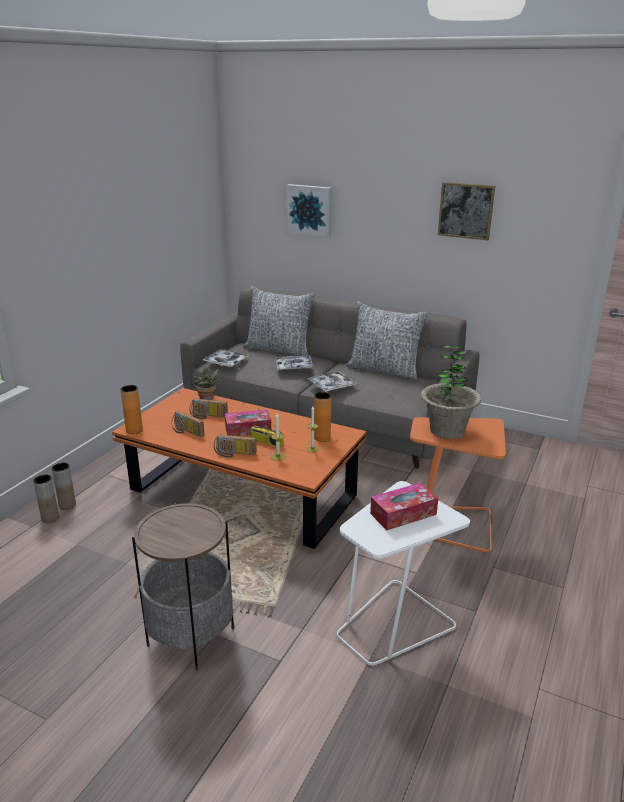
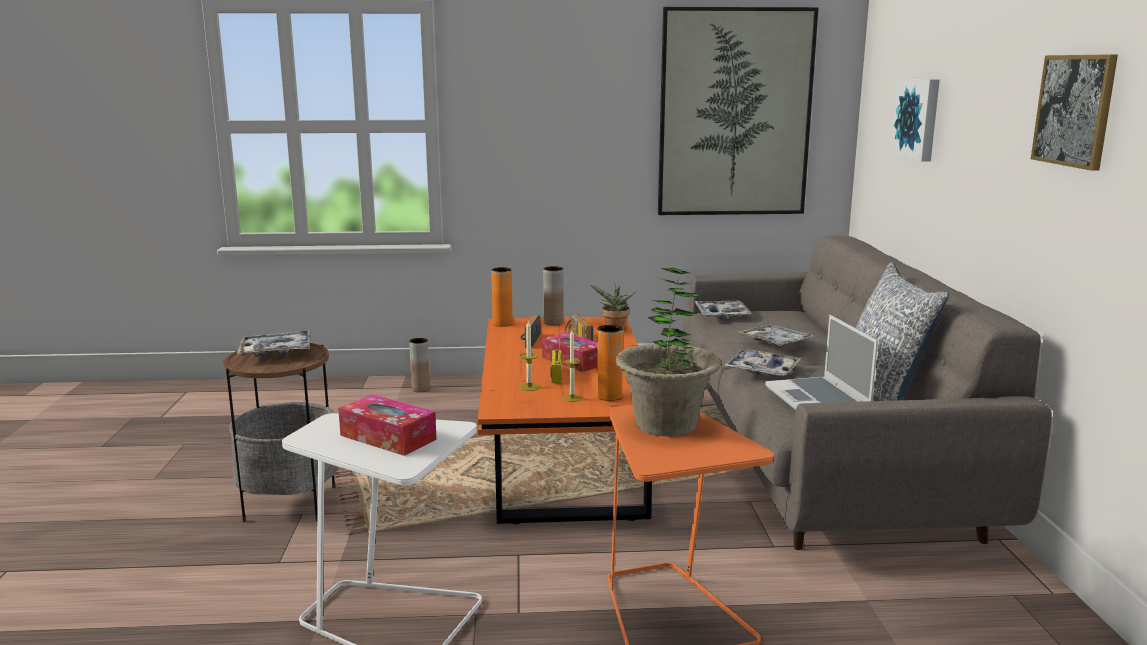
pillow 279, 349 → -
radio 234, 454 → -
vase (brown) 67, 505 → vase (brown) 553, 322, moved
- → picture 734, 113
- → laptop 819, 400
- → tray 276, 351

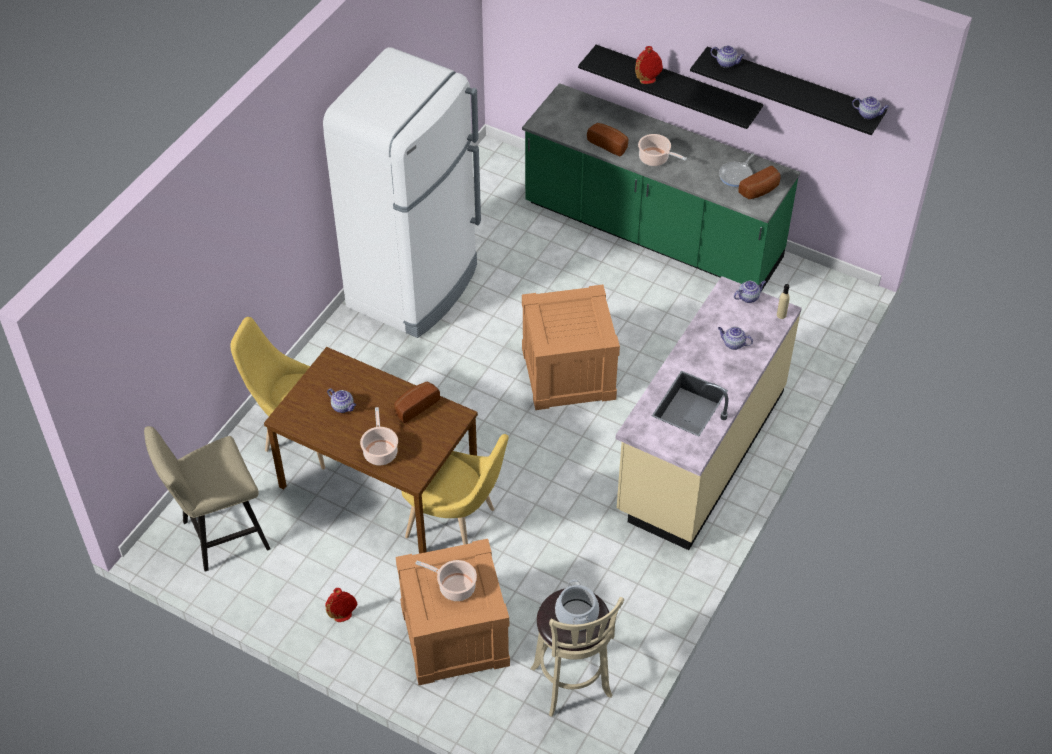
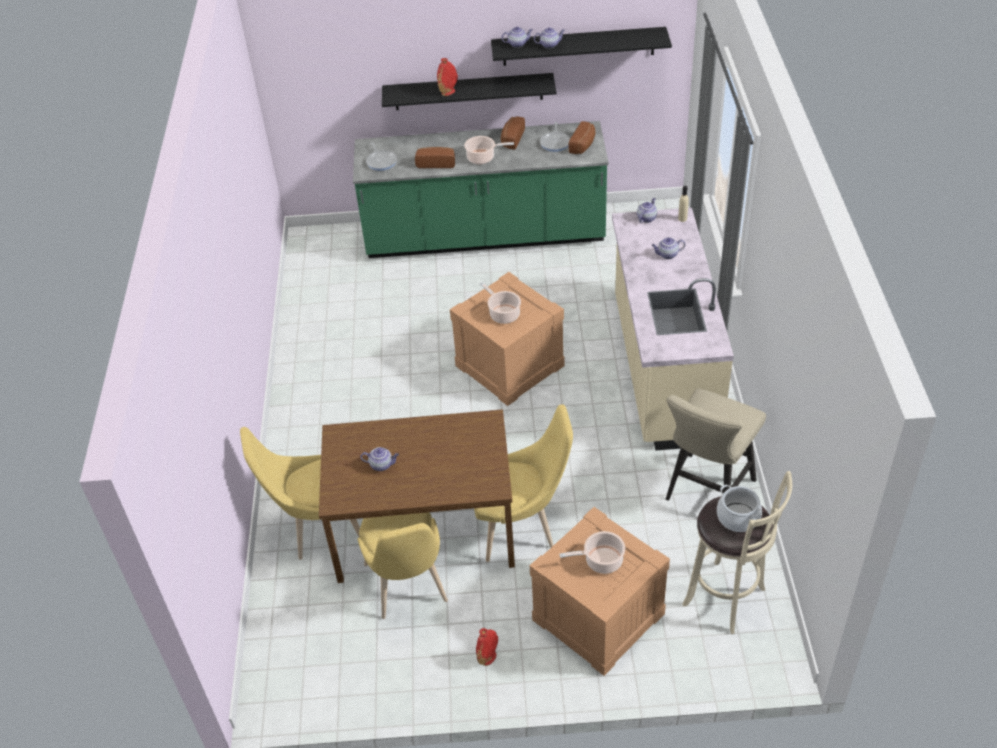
fridge (white) 414, 286 → -
teapot 868, 114 → teapot 549, 45, moved
bread 415, 406 → bread 511, 139, moved
cooking pot 380, 451 → cooking pot 503, 314, moved
stool (beige) 219, 536 → stool (beige) 706, 493, moved
- → frying pan 381, 161
- → chair (yellow) 408, 588

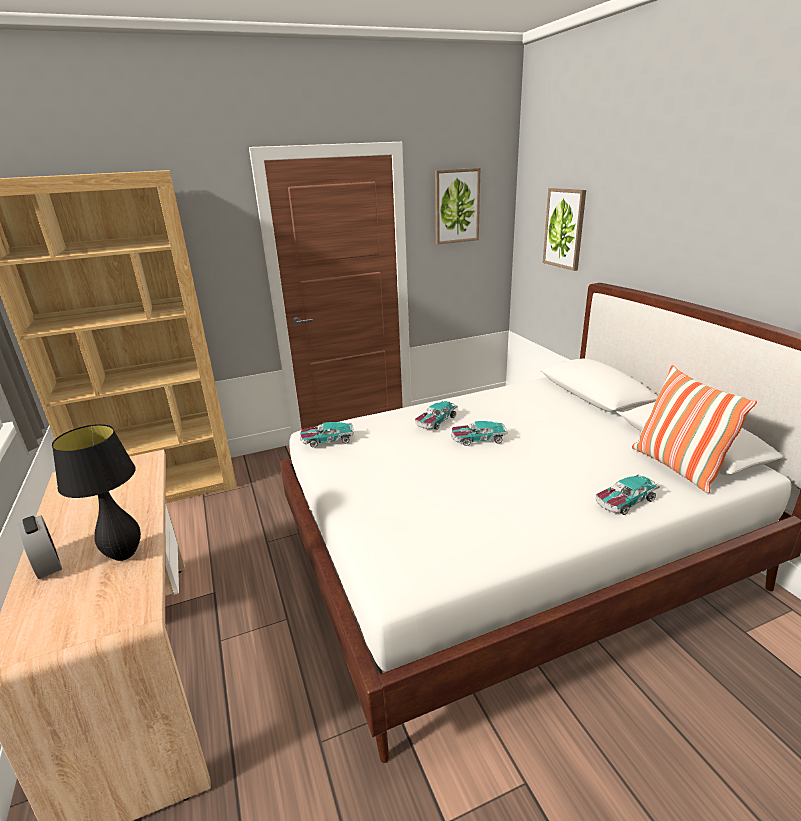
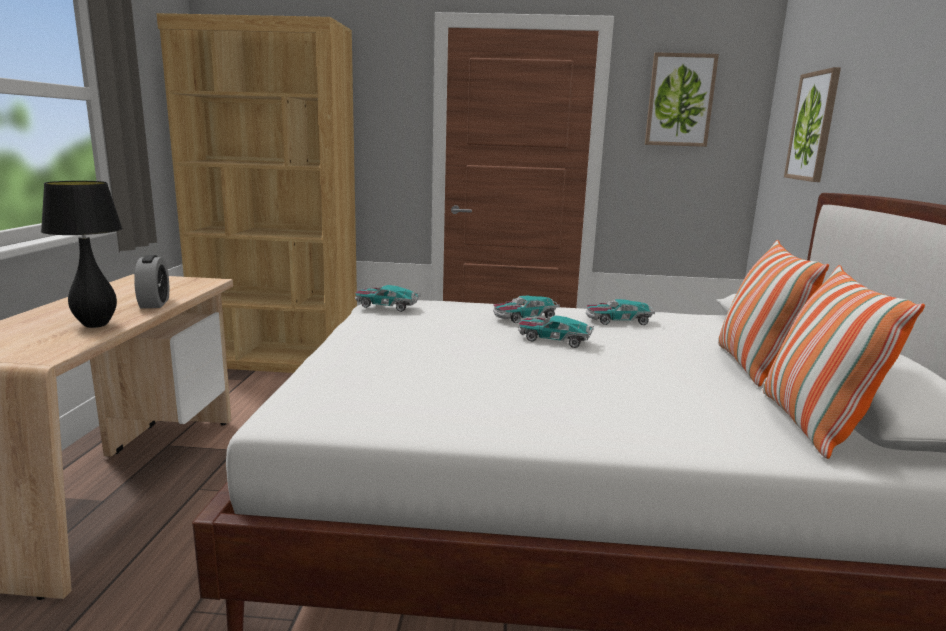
toy car 624, 501 → toy car 617, 320, moved
alarm clock 47, 564 → alarm clock 154, 303, moved
- → pillow 753, 366

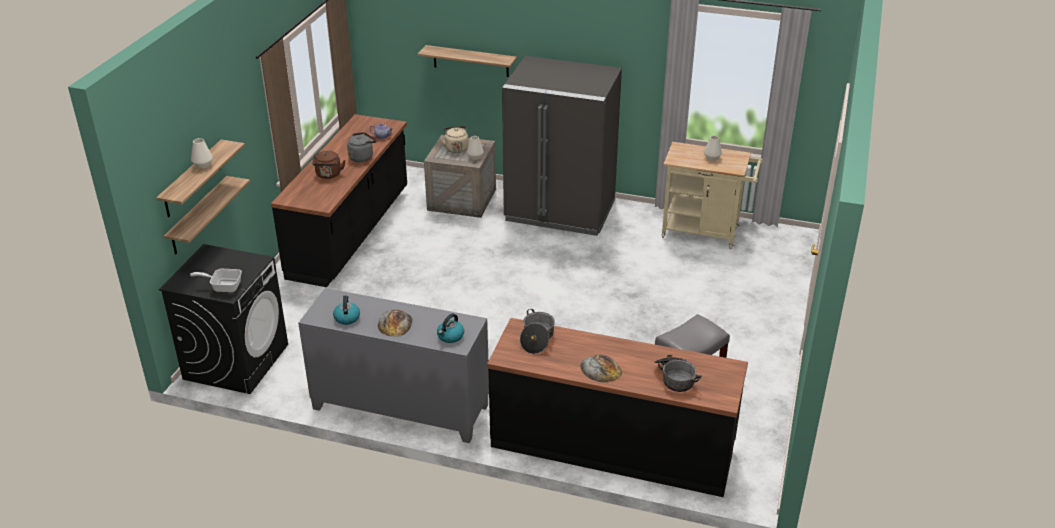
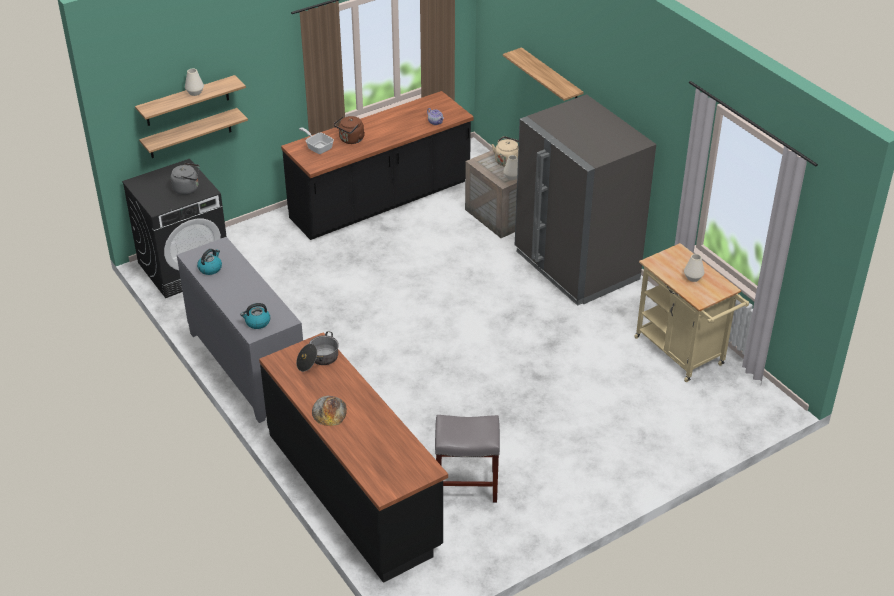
kettle (grey) 362, 157 → kettle (grey) 188, 189, moved
frying pan 223, 286 → frying pan 318, 147, moved
bread 395, 323 → -
cooking pot 675, 378 → -

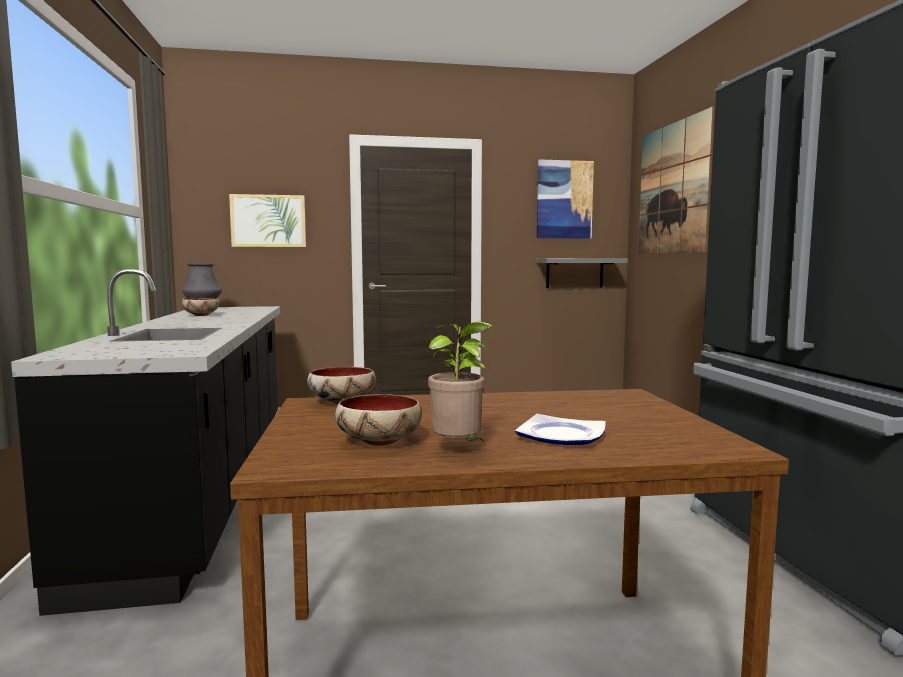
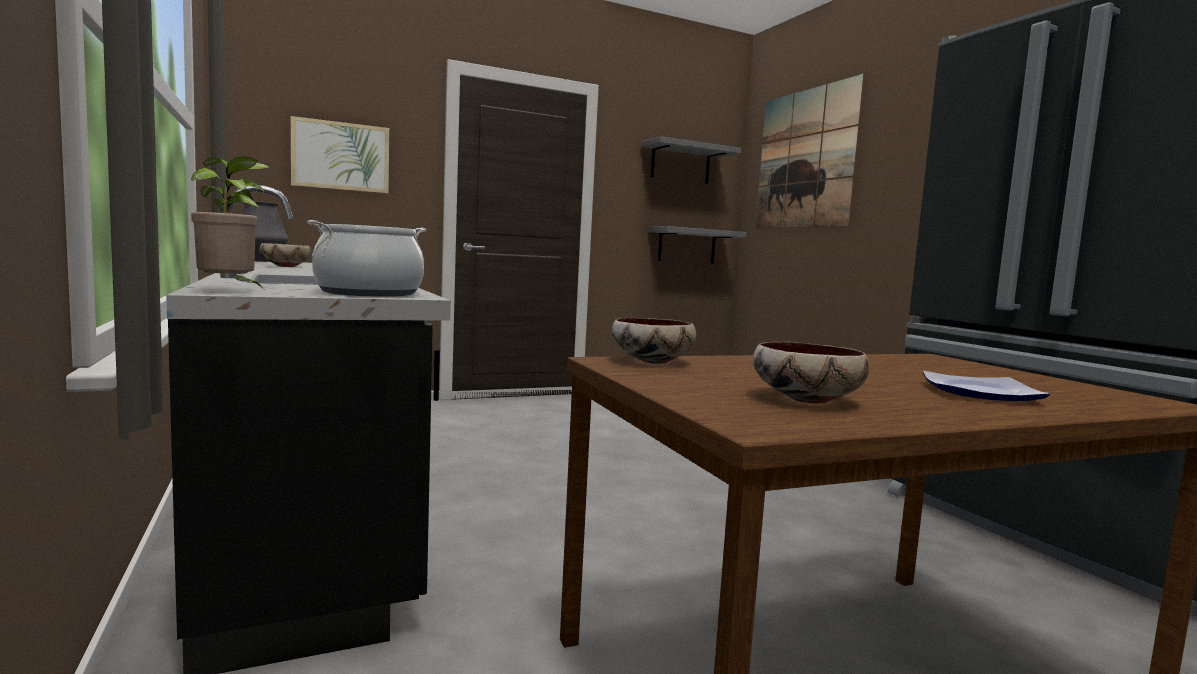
picture 564, 199 → shelf (grey) 680, 163
potted plant 460, 450 → potted plant 231, 291, moved
- → cooking pot 369, 293

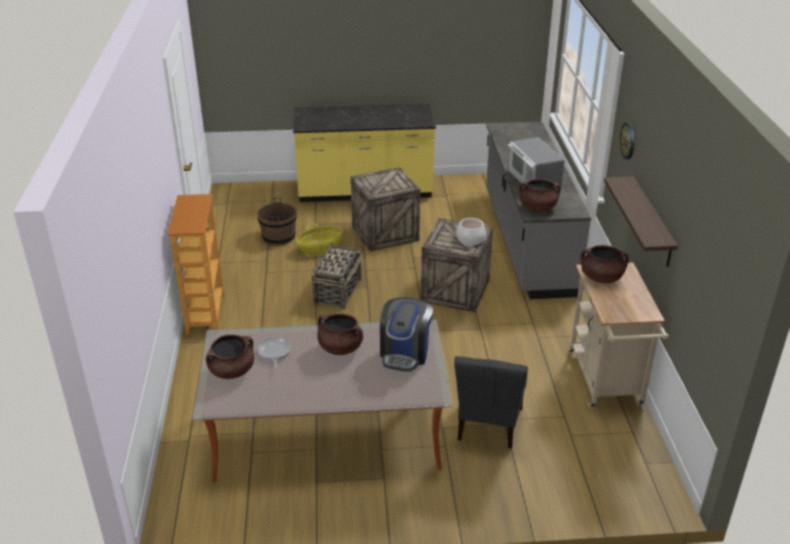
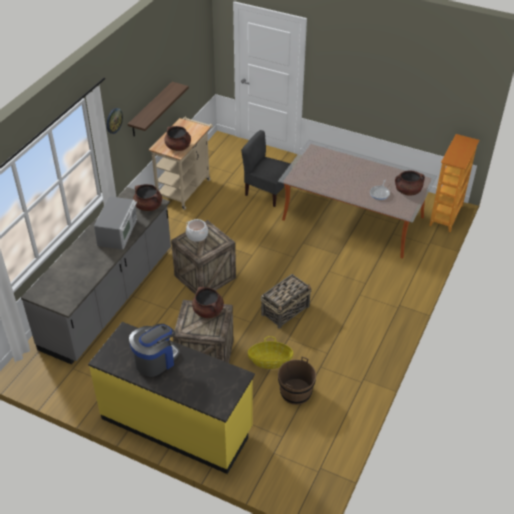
bookcase 204, 314 → bookcase 446, 216, moved
coffee machine 405, 352 → coffee machine 155, 360, moved
cooking pot (brown) 340, 348 → cooking pot (brown) 208, 311, moved
chair (grey) 488, 424 → chair (grey) 267, 192, 105 degrees counterclockwise

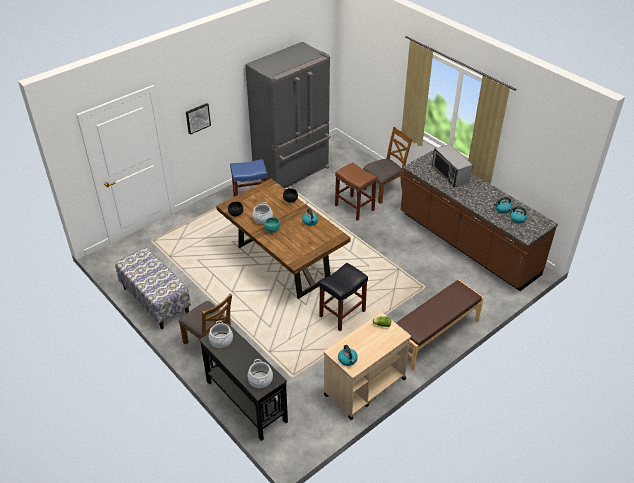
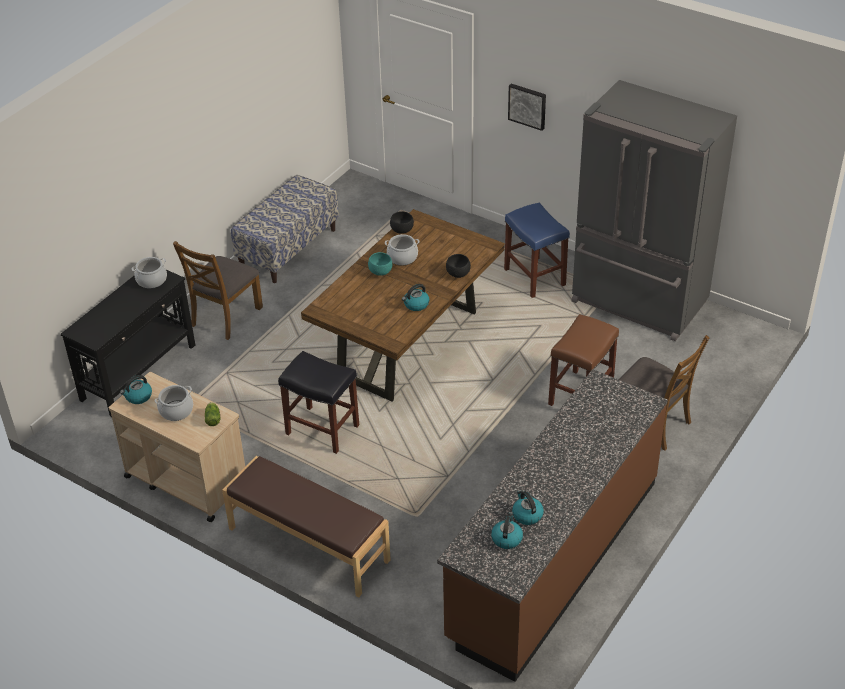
microwave 450, 174 → -
cooking pot 260, 379 → cooking pot 176, 411, moved

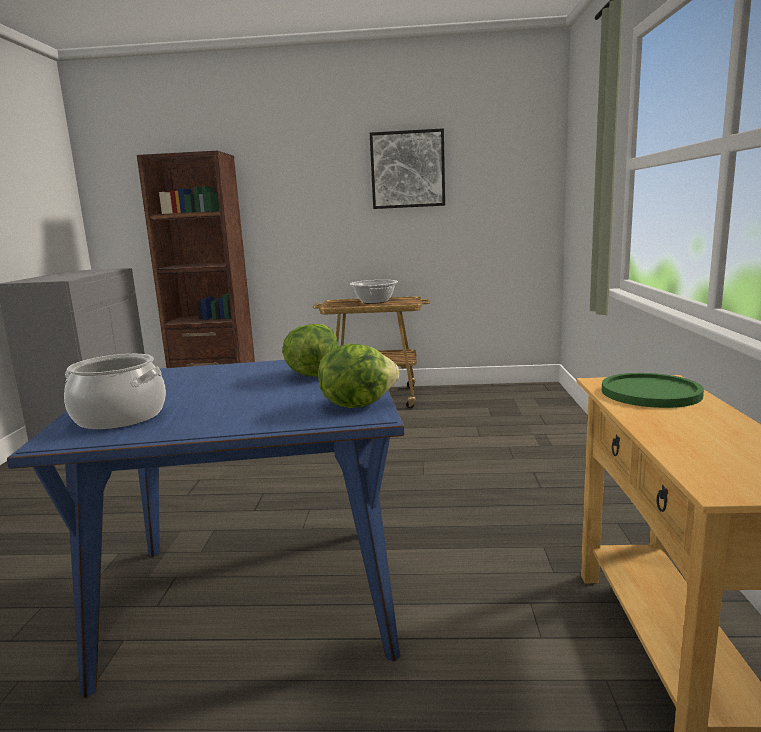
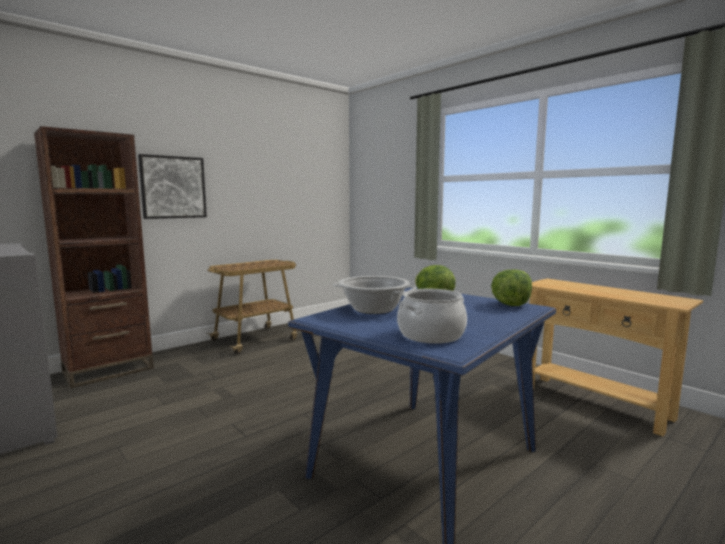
picture 407, 169 → picture 173, 187, moved
cooking pot 375, 301 → cooking pot 374, 309, moved
plate (green) 650, 393 → -

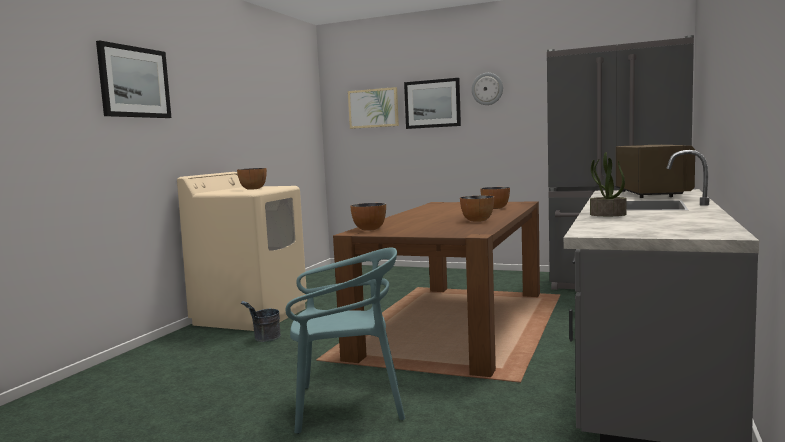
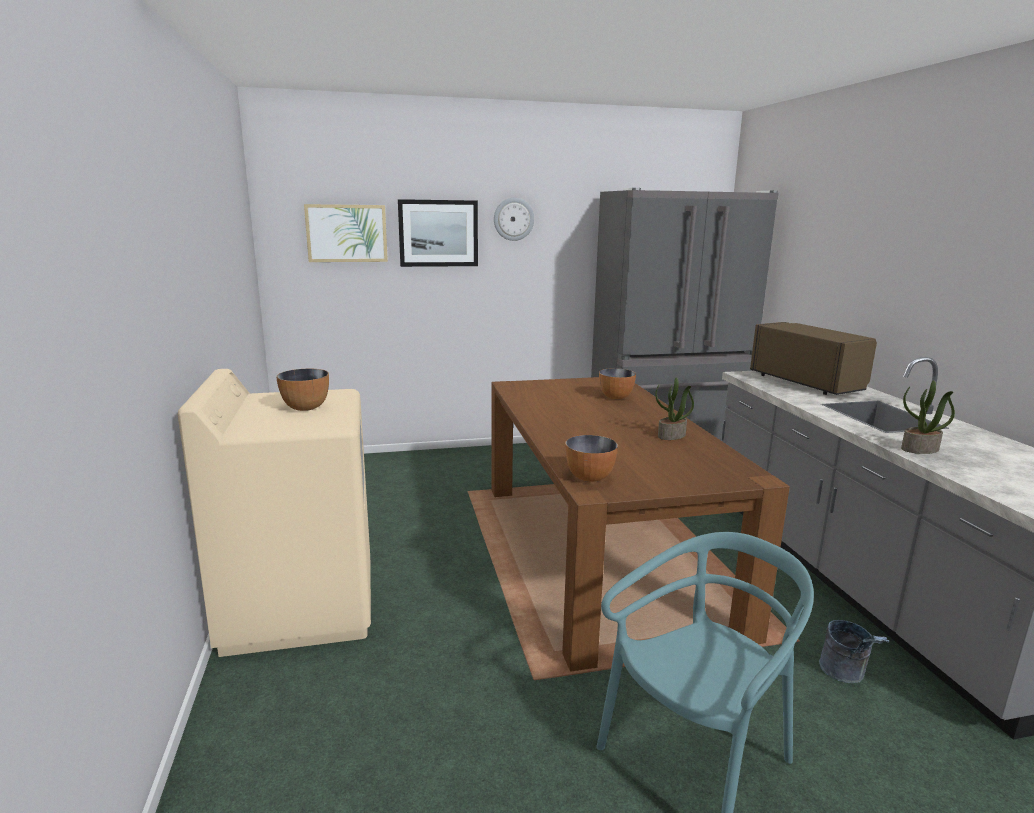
picture 134, 82 → -
bowl 477, 220 → potted plant 671, 436
bucket (grey) 264, 339 → bucket (grey) 846, 674, moved

